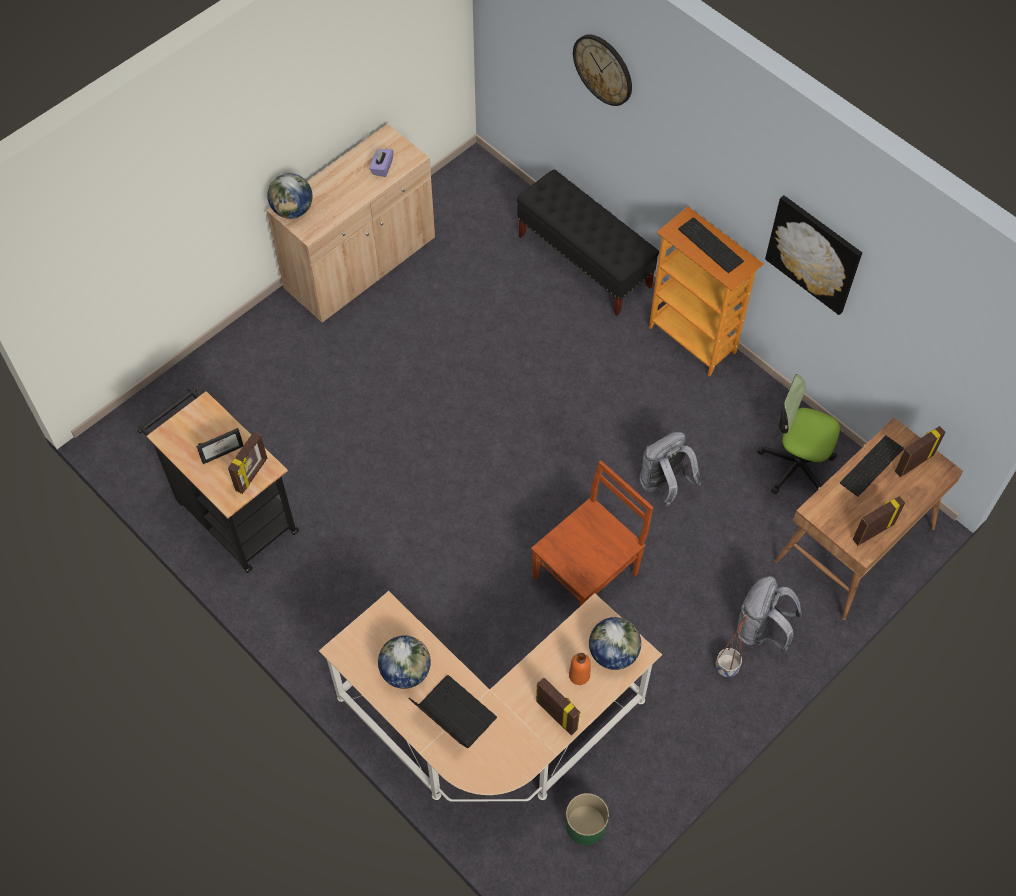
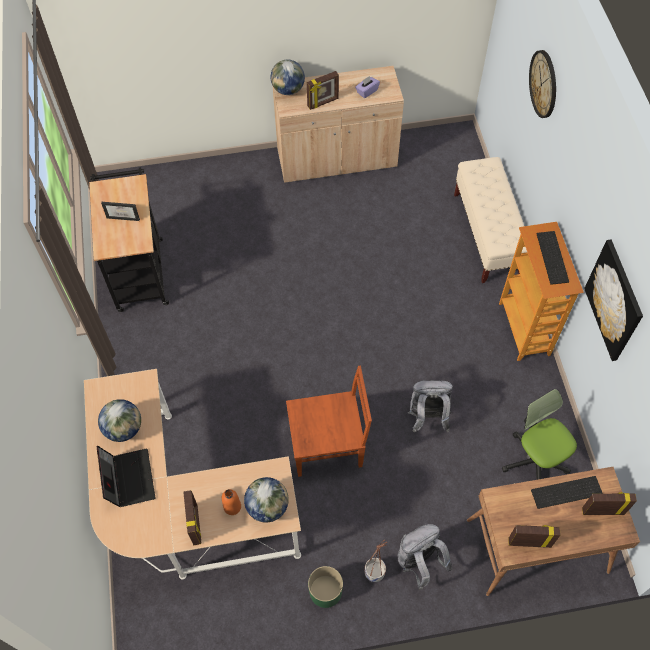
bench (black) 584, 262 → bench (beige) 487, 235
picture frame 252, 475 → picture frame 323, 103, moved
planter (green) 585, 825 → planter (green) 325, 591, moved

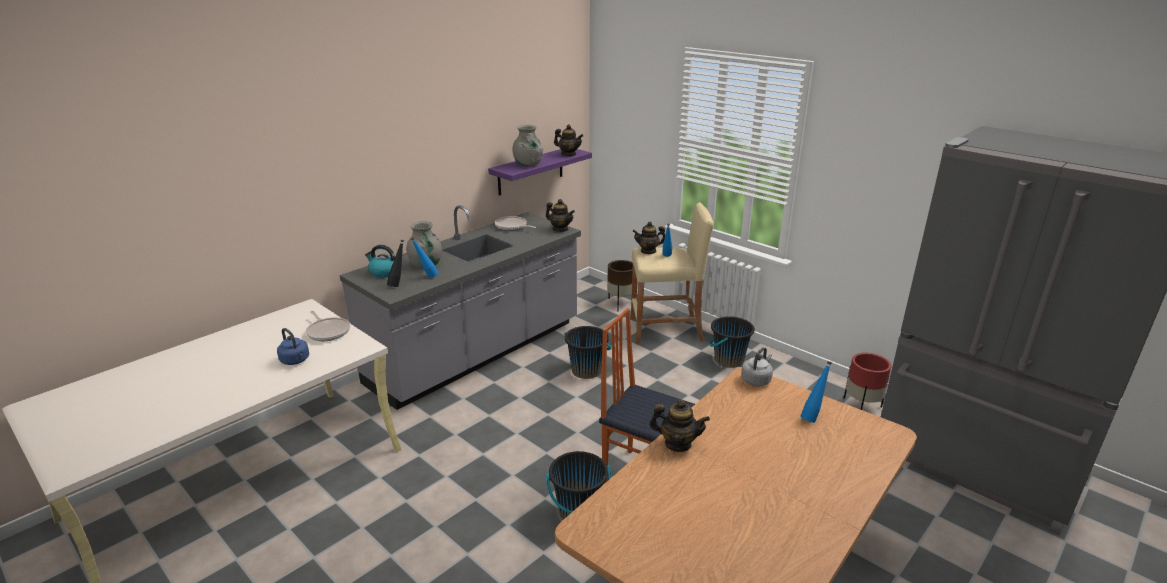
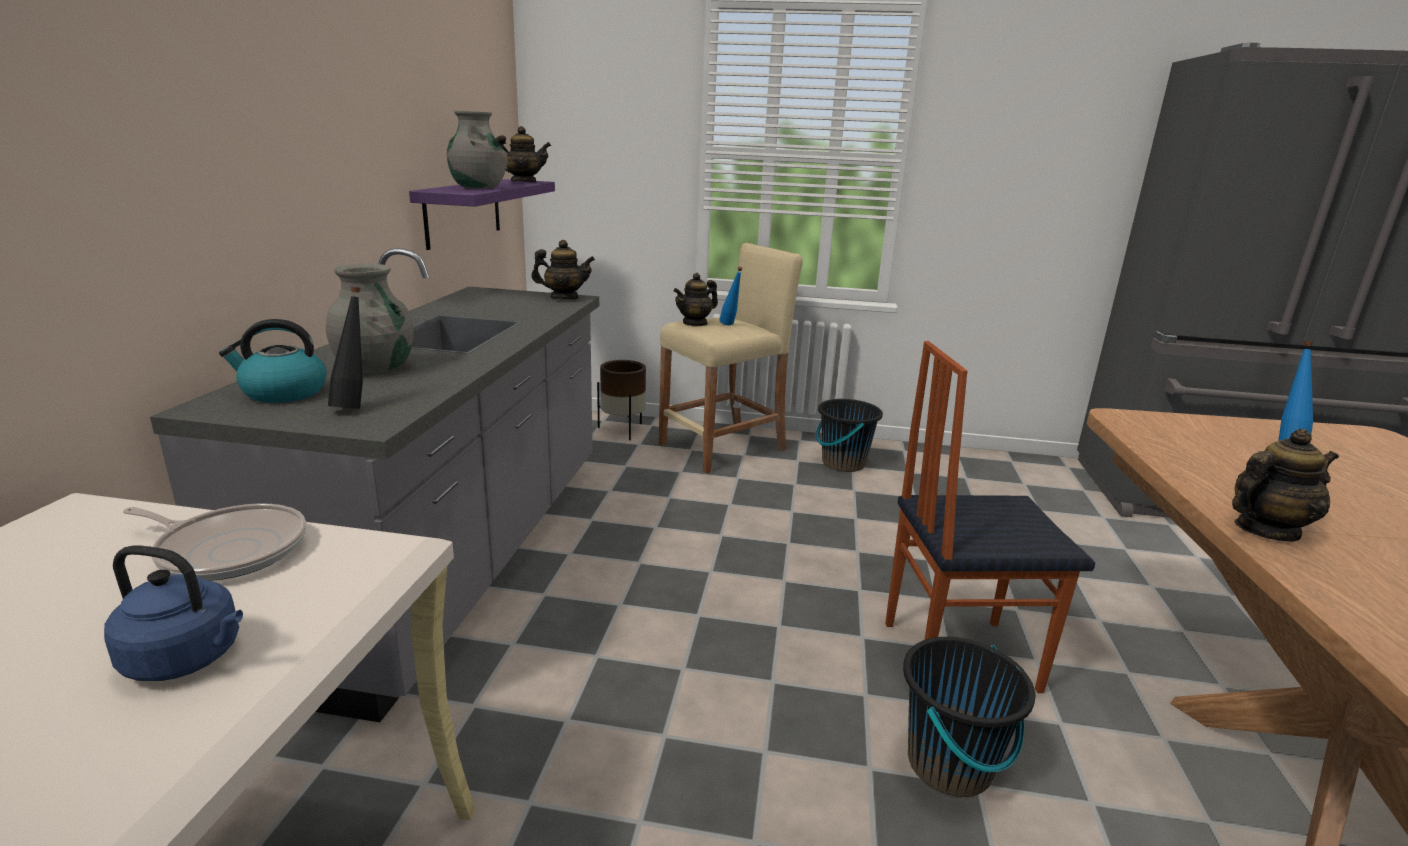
frying pan 512, 226 → -
bottle (blue) 427, 277 → -
bucket (black) 586, 370 → -
kettle (grey) 756, 380 → -
planter (red) 861, 408 → -

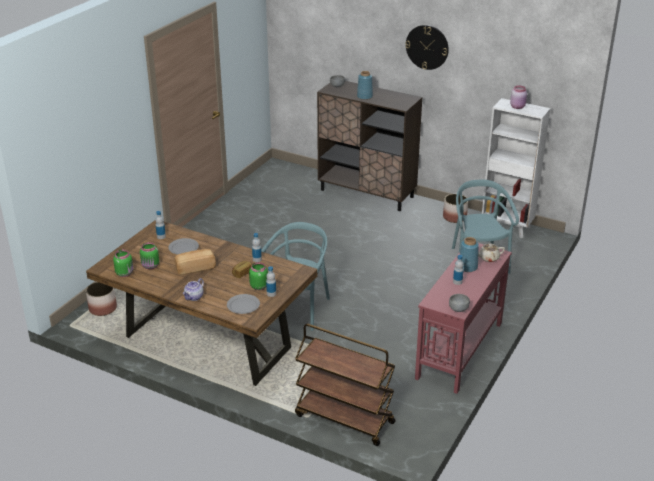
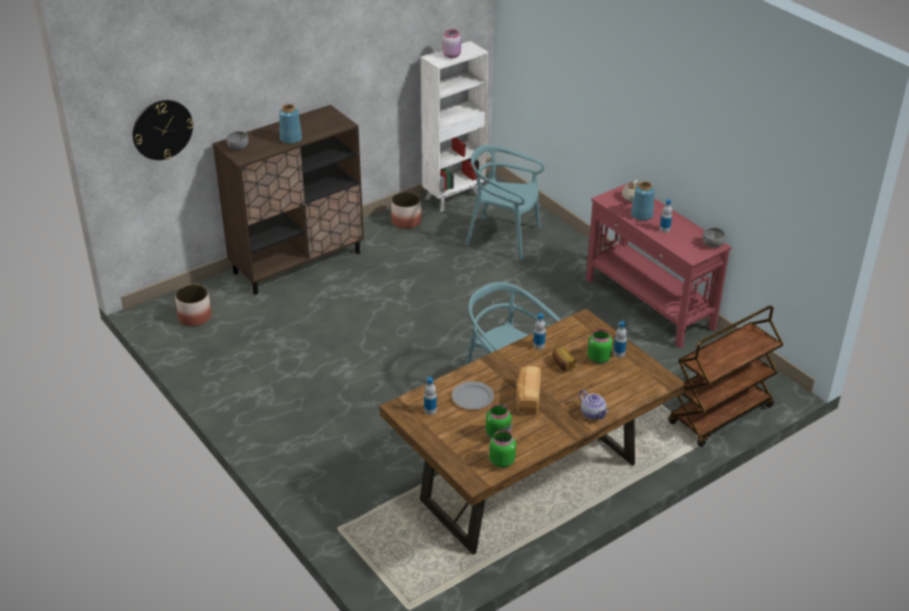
wall clock 427, 47 → wall clock 162, 129, moved
planter 103, 308 → planter 195, 317, moved
plate (grey) 243, 305 → -

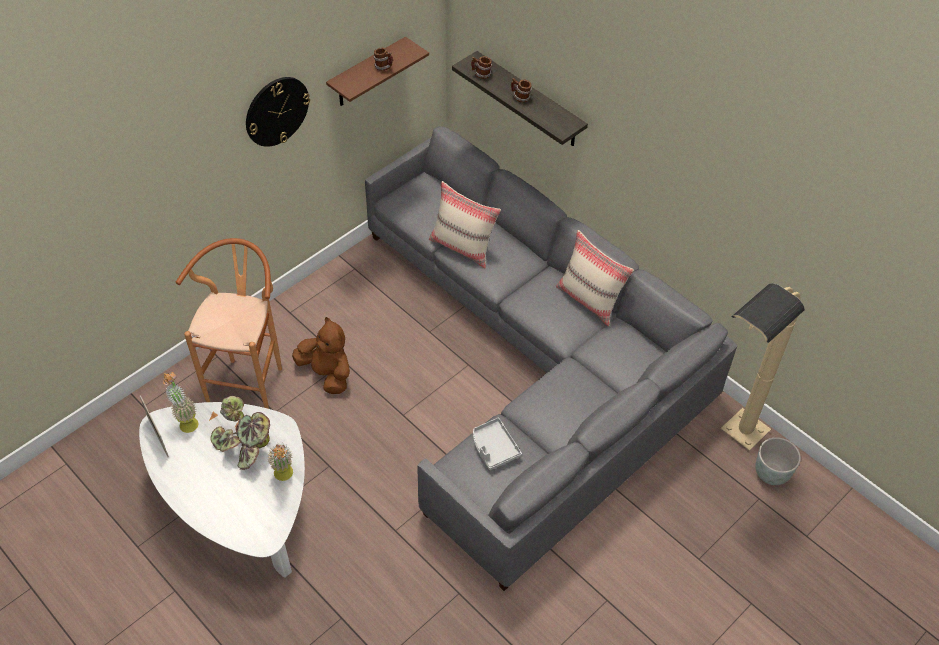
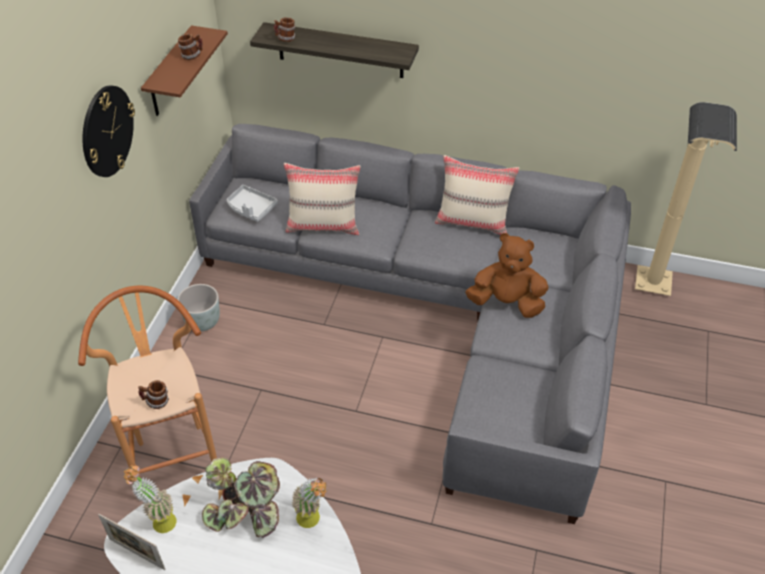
mug 520, 98 → mug 156, 402, moved
plush toy (brown) 327, 373 → plush toy (brown) 506, 303, moved
tray (grey) 494, 448 → tray (grey) 251, 208, moved
planter (grey) 771, 473 → planter (grey) 202, 322, moved

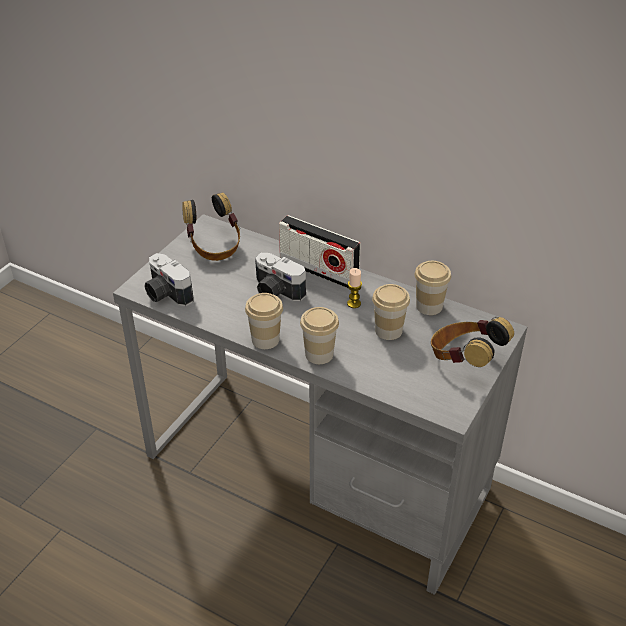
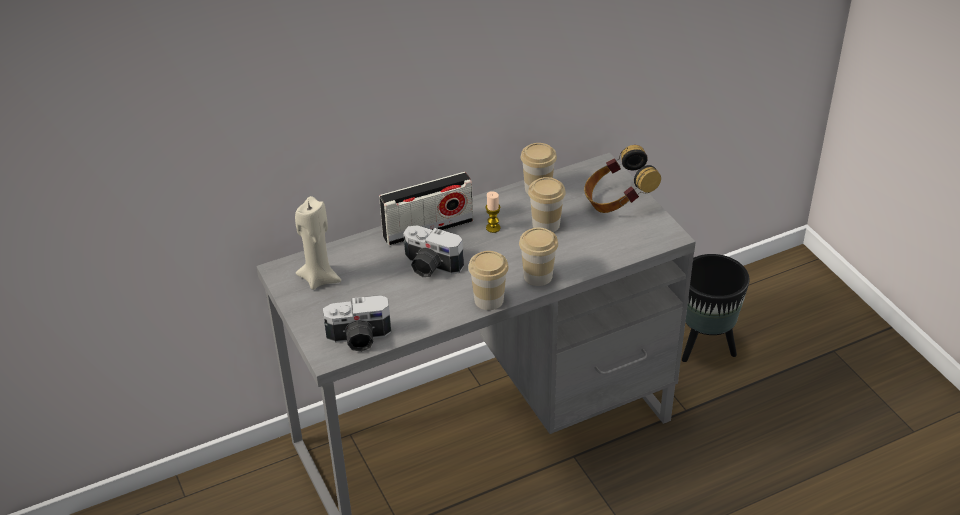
headphones 214, 246 → candle (beige) 319, 278
photo camera 276, 292 → photo camera 430, 266, 45 degrees clockwise
- → planter (black) 705, 347

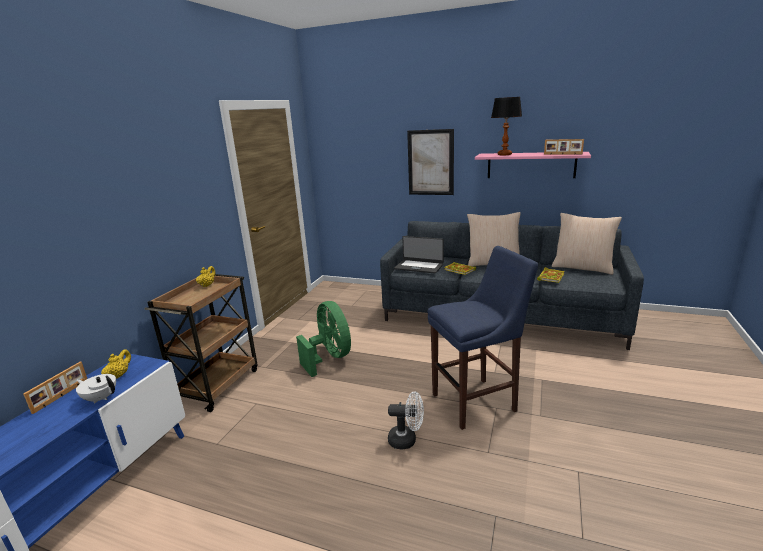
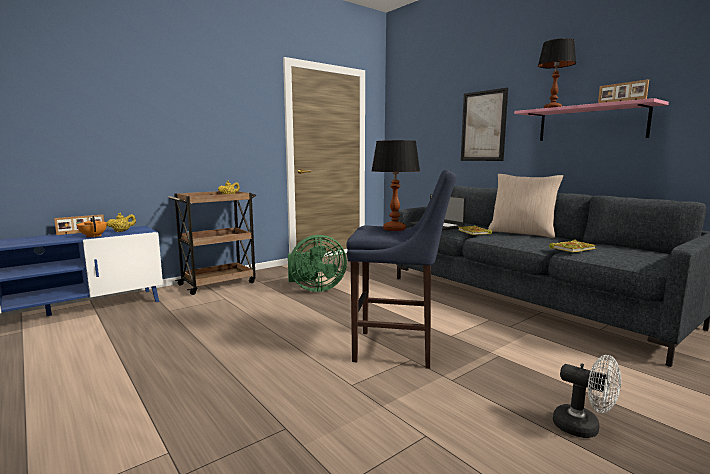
pillow (beige) 582, 267 → -
fan (green) 329, 357 → fan (green) 315, 289, 75 degrees clockwise
teapot (white) 101, 398 → teapot (orange) 93, 236
fan (white) 407, 440 → fan (white) 583, 428, moved
- → table lamp 394, 229

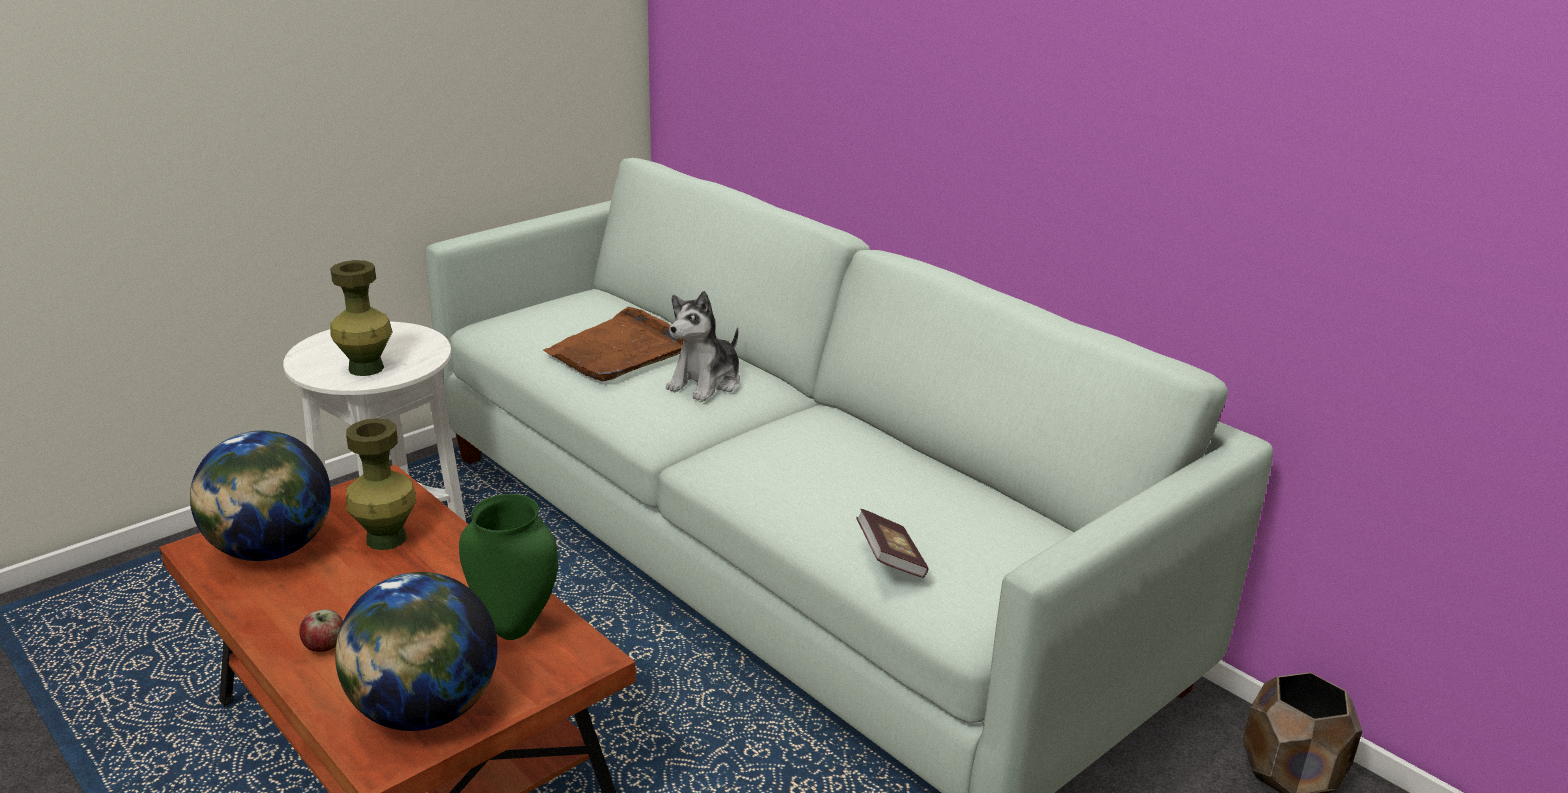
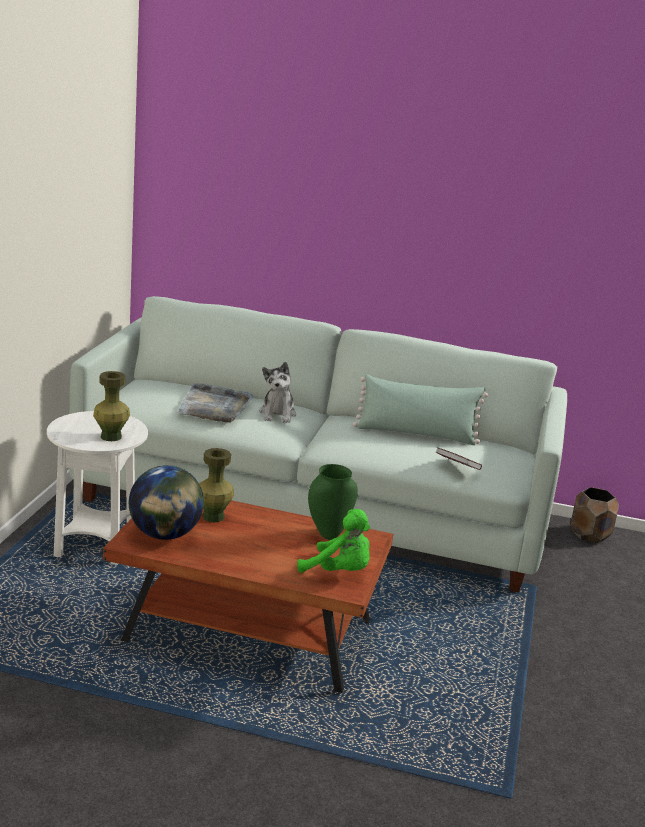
tray (brown) 619, 351 → tray (grey) 214, 407
globe 424, 711 → plush toy (green) 339, 572
apple 325, 646 → -
- → pillow (green) 416, 434

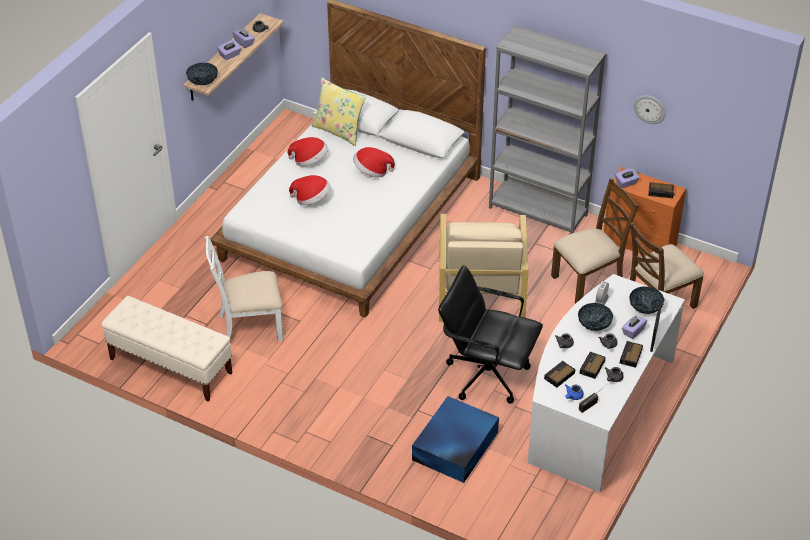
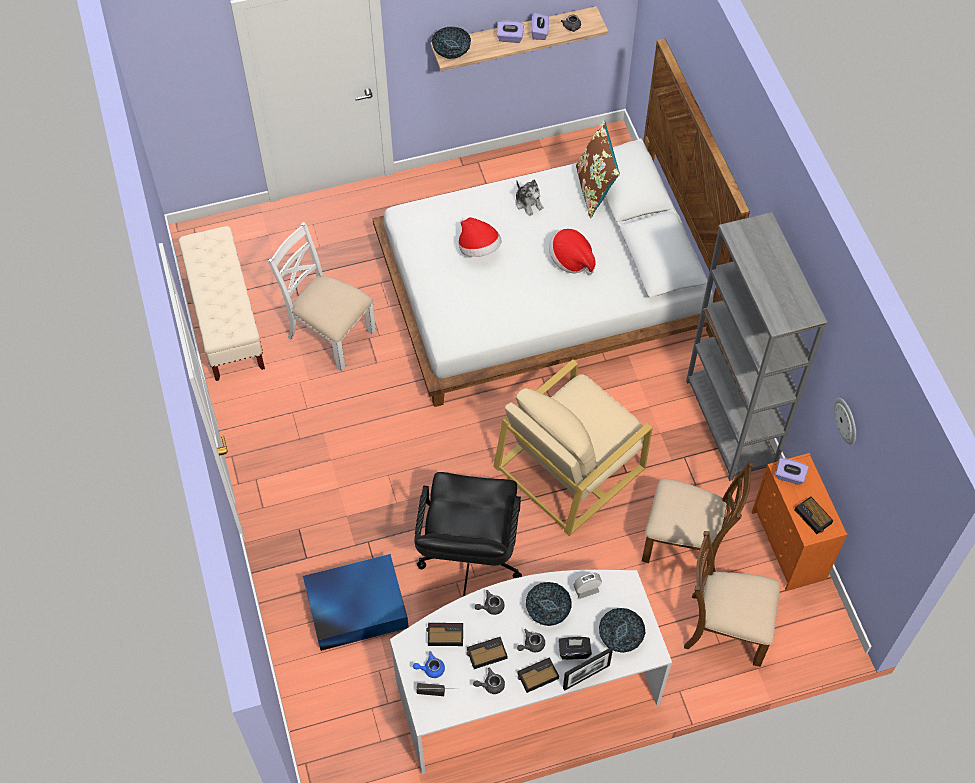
pillow (yellow) 339, 131 → pillow (brown) 595, 189
hat 309, 161 → plush toy 528, 203
office chair (black) 486, 374 → office chair (black) 469, 559, 150 degrees counterclockwise
tissue box (purple) 633, 331 → tissue box (black) 574, 651

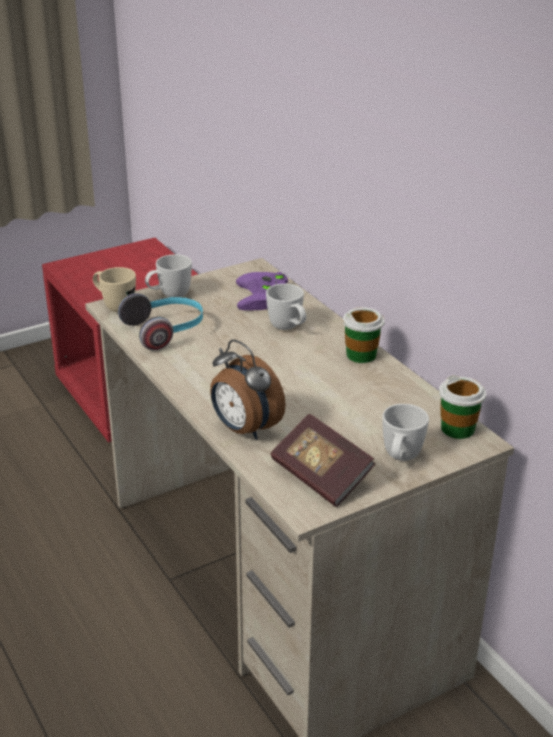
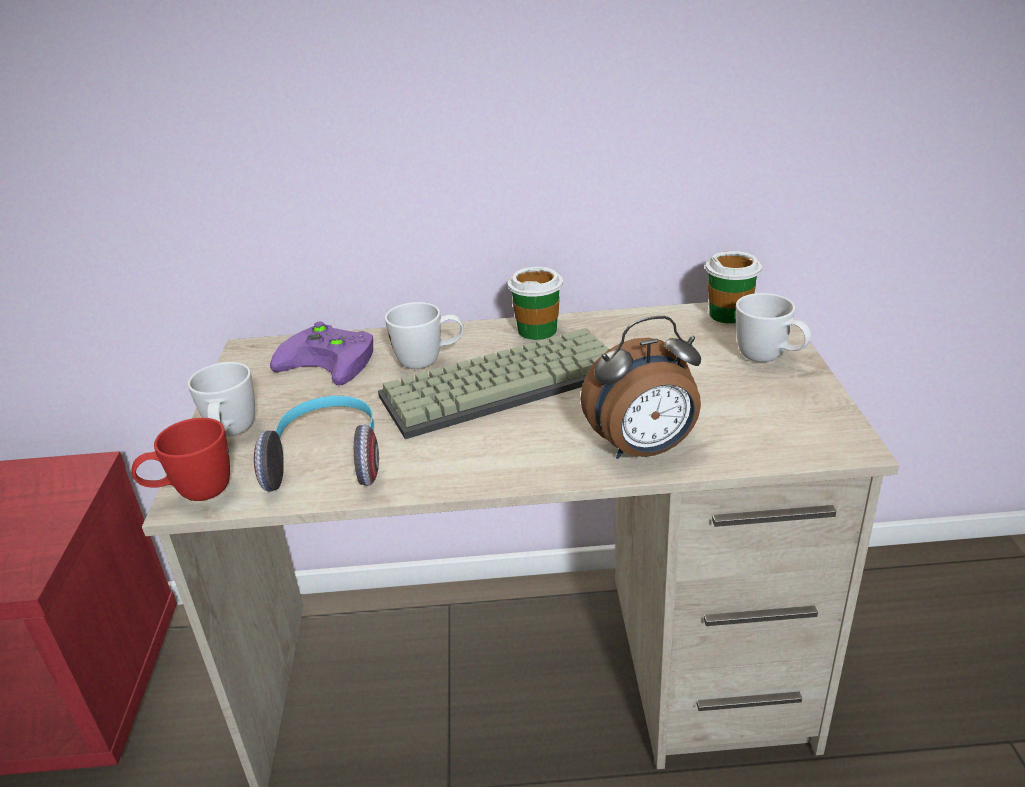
mug (beige) 114, 306 → mug (red) 193, 495
book 321, 476 → -
- → keyboard 505, 382

